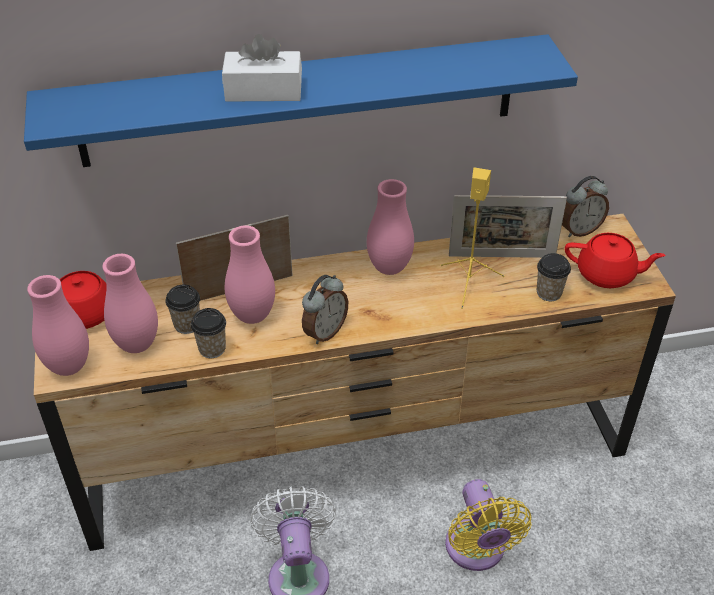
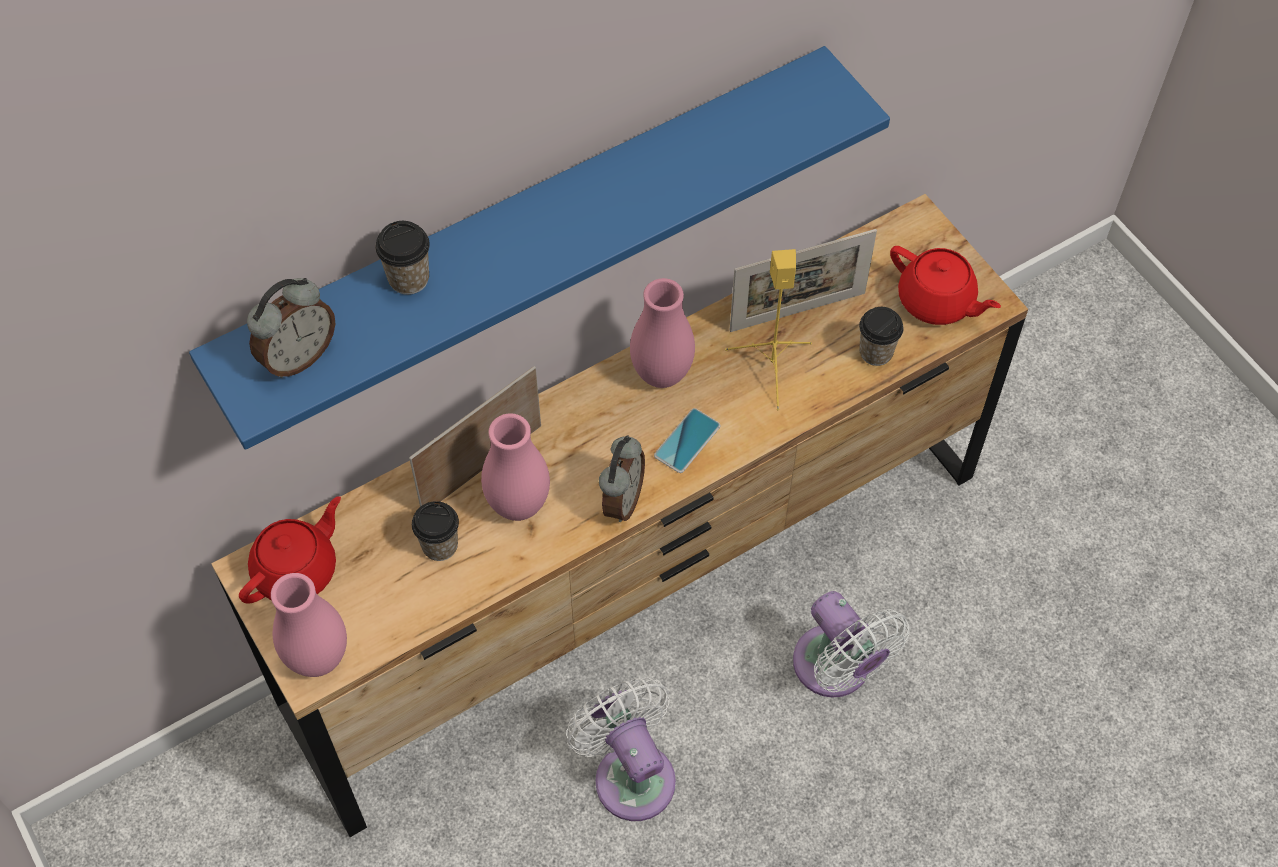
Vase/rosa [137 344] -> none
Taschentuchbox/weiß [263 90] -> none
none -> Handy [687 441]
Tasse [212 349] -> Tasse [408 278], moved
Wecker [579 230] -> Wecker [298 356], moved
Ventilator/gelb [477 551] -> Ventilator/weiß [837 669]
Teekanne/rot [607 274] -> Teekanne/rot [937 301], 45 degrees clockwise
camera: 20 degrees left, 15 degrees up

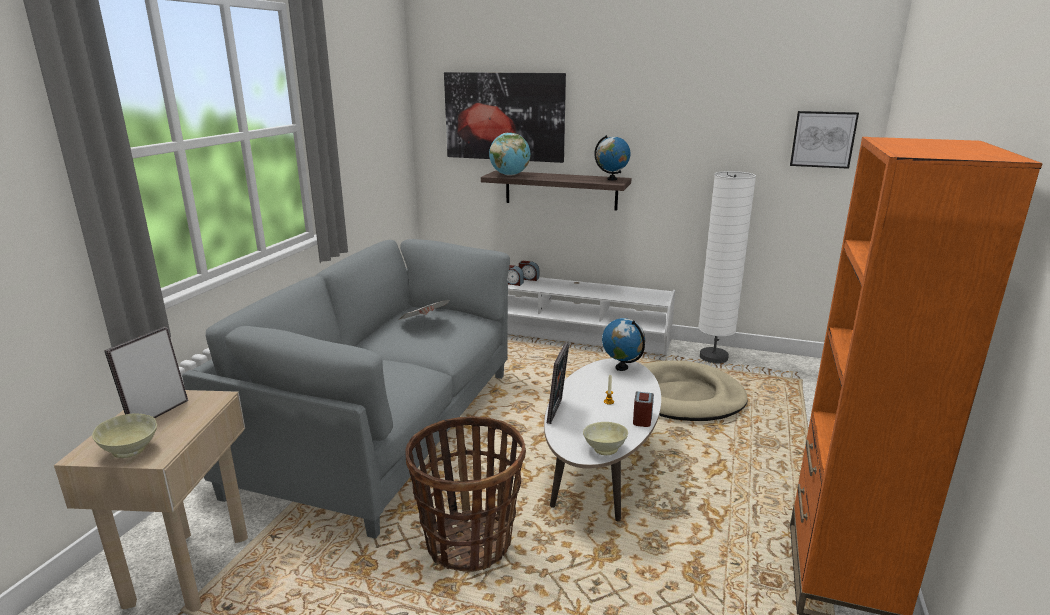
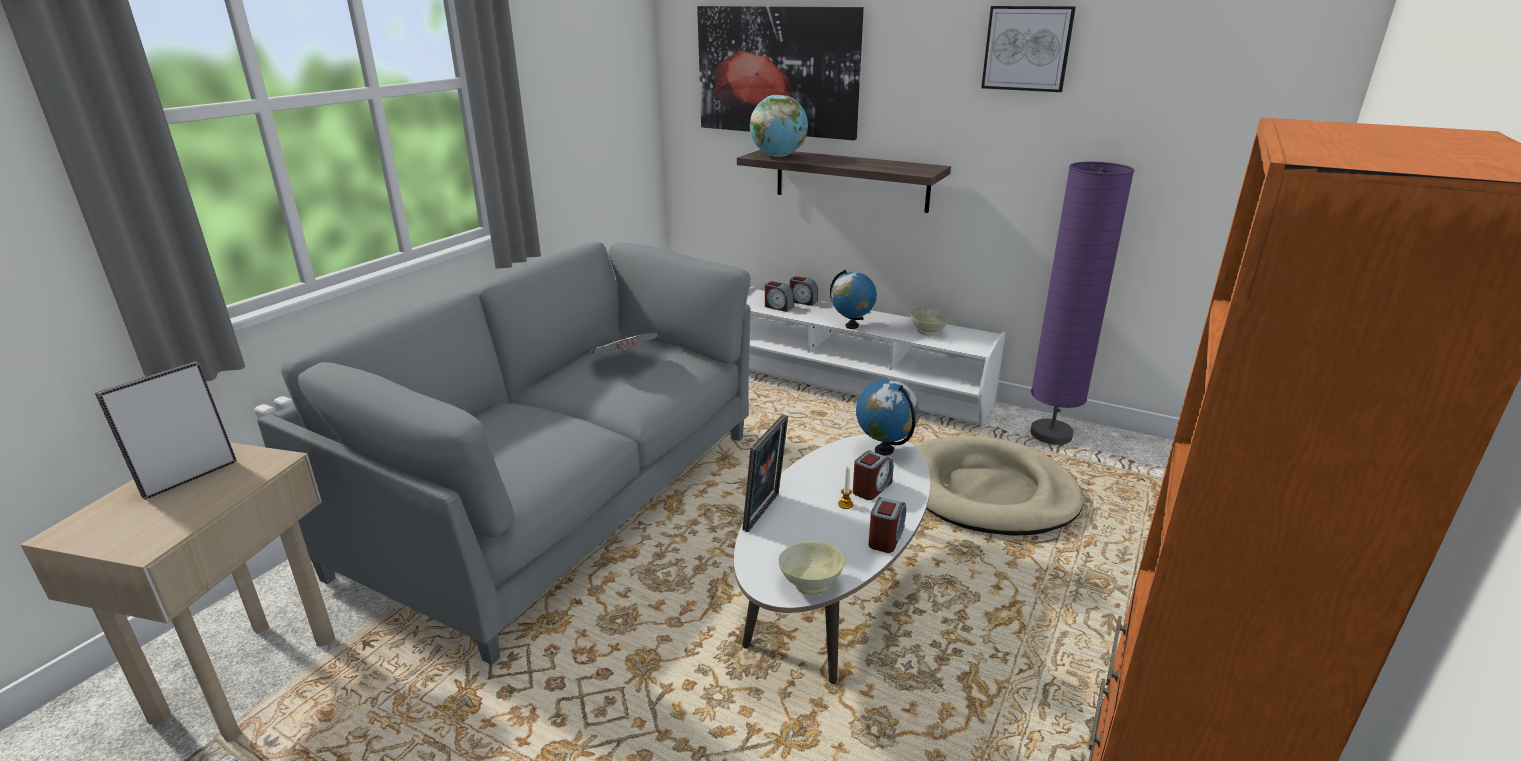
Korb [468 542] -> none
none -> Wecker [871 488]
Schüssel/beige [130 451] -> Schüssel/beige [928 332], moved
Globus [612 179] -> Globus [851 326], moved
Bild [823 139] -> Bild [1027 48], moved
Stehlampe/weiß [713 357] -> Stehlampe/lila [1051 434]
camera: 10 degrees right, 5 degrees up

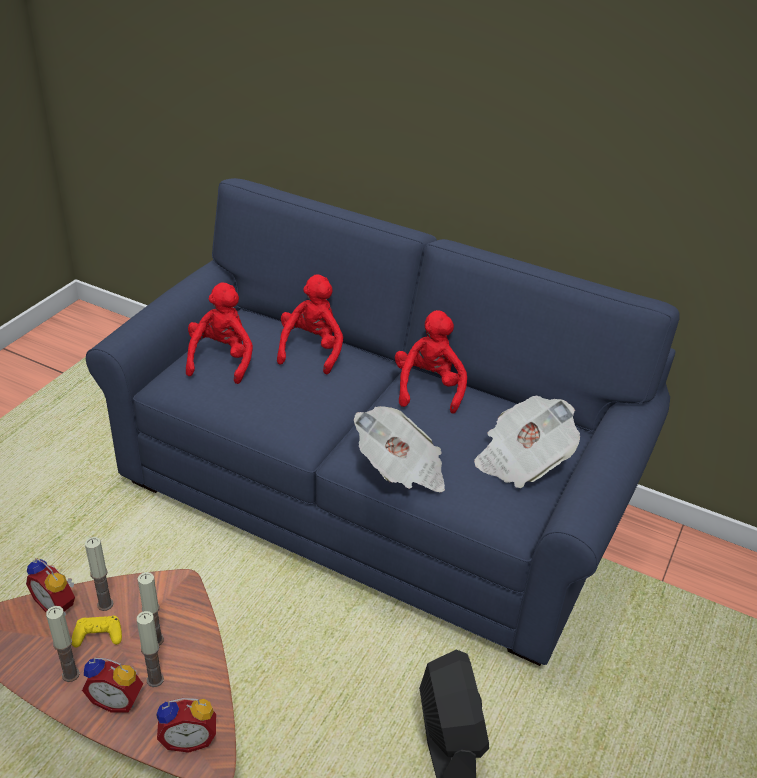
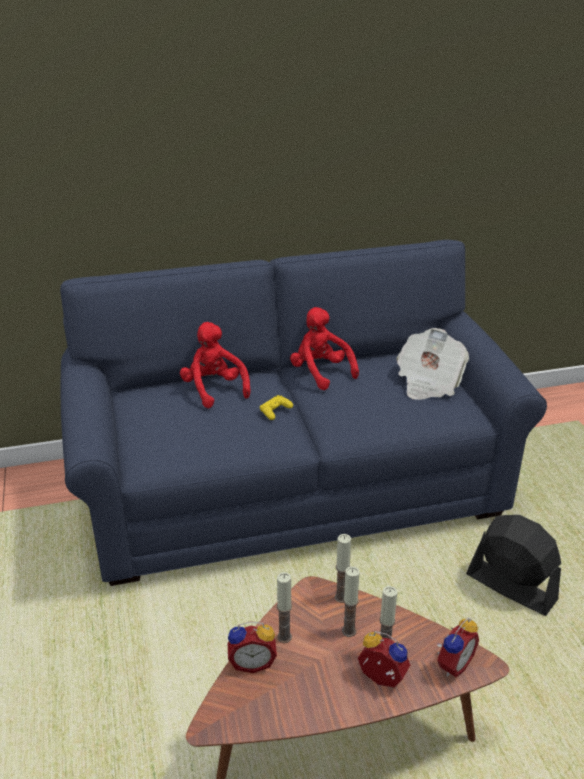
Plüschtier/rot [221 359] -> none
Zeitung [401 470] -> none
Kerze [70 674] -> Kerze [341 597], moved
Gamepad/gelb [98 635] -> Gamepad/gelb [275 411], moved
Wecker [118 699] -> Wecker [380 680], 120 degrees counterclockwise
camera: 40 degrees left, 5 degrees down

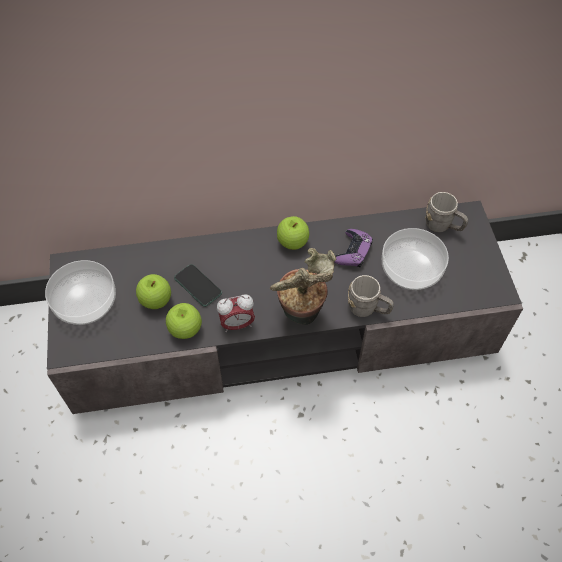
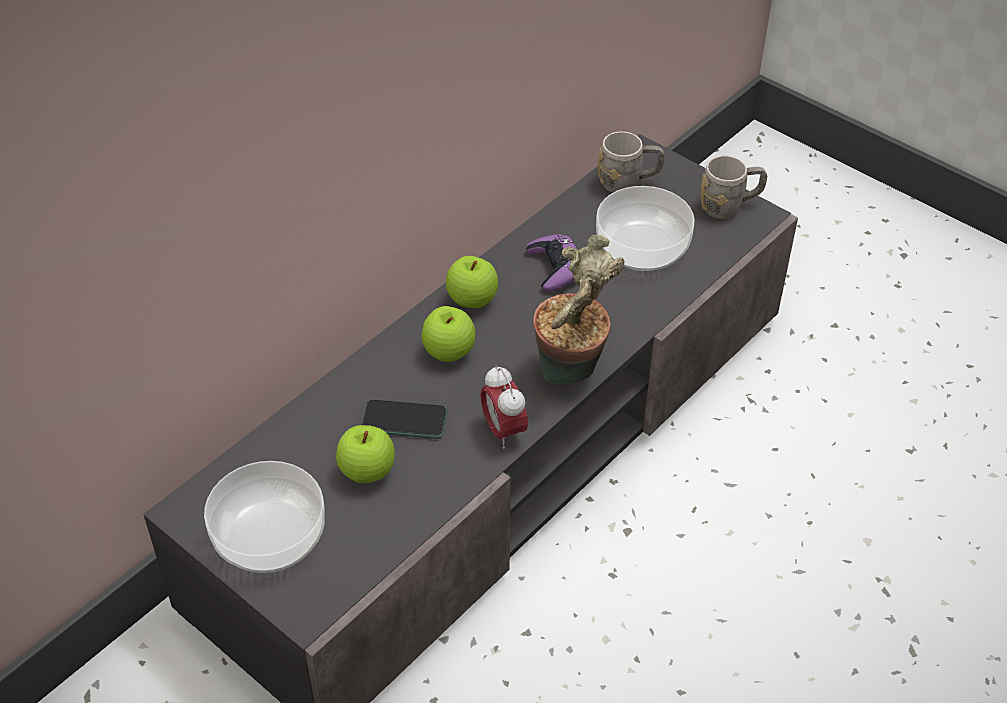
Apfel [185 329] -> Apfel [449 352], moved
Henkelbecher/grau [368 309] -> Henkelbecher/grau [729 206], moved
Wecker [237 324] -> Wecker [503 431], 120 degrees clockwise
camera: 40 degrees left, 10 degrees down

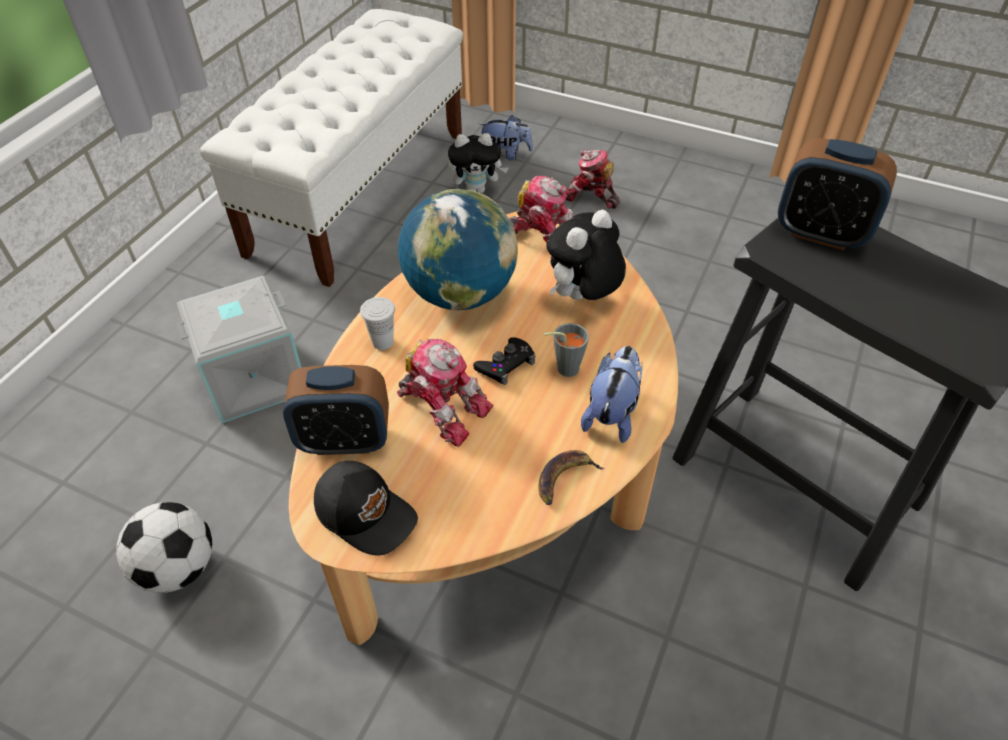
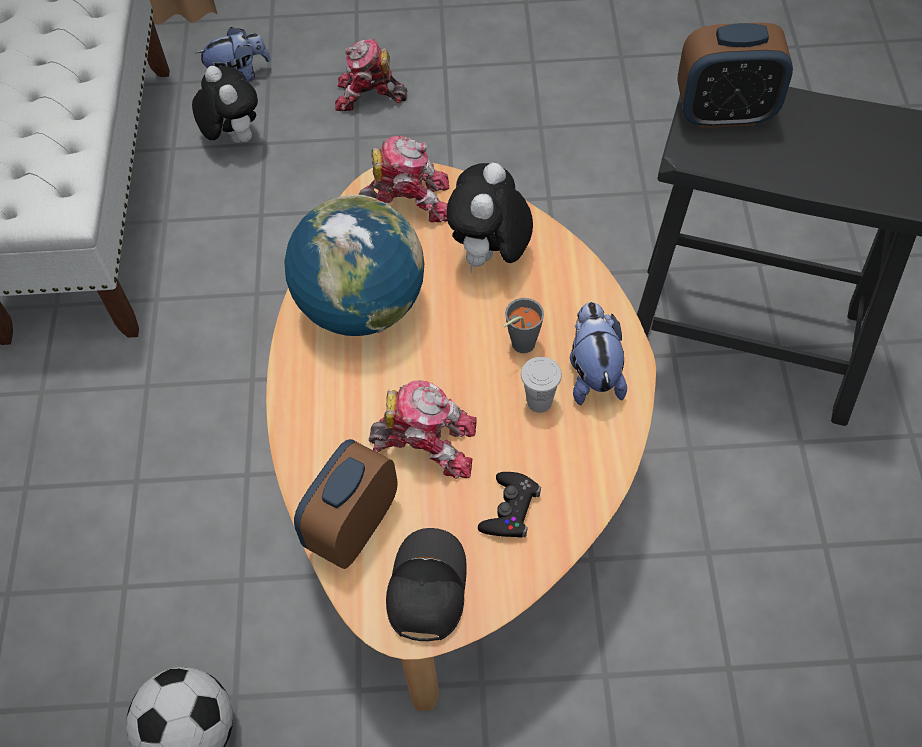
Aufbewahrungsbox/grau [254 379] -> none
Banane [564 479] -> none
Tasse/weiß [382 342] -> Tasse/weiß [539 402], moved
Gamepad/schwarz [505 365] -> Gamepad/schwarz [510 509], moved
Wecker [345 440] -> Wecker [353 525], 150 degrees clockwise
Kappe/schwarz [366 512] -> Kappe/schwarz [425 588], 90 degrees counterclockwise
Plüschtier [477 189] -> Plüschtier [233 137], 90 degrees counterclockwise
camera: 25 degrees left, 10 degrees up

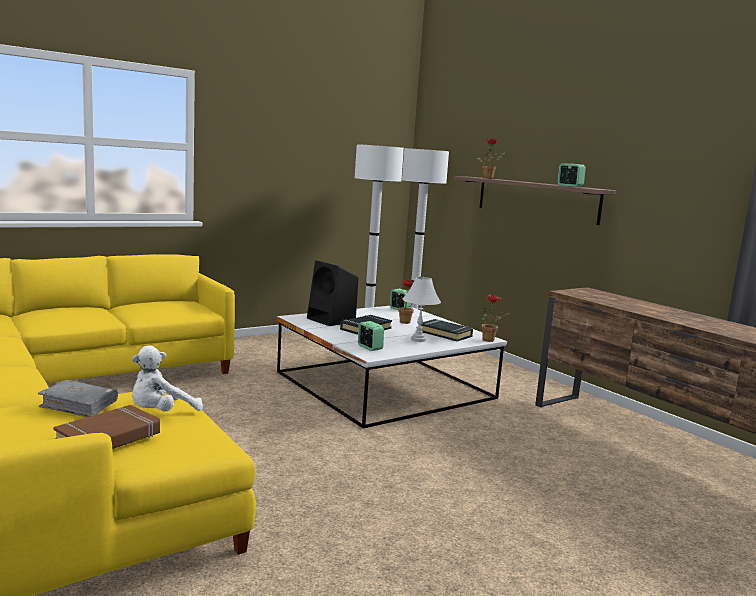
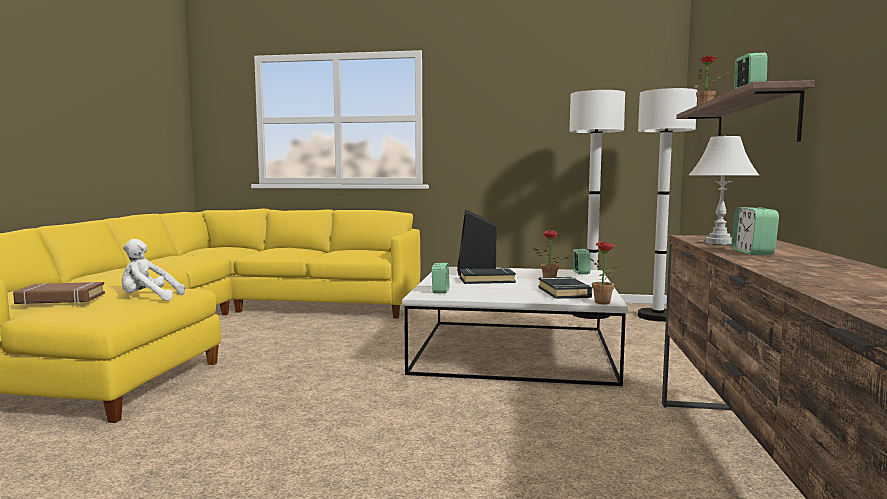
Buch/grau [79 406] -> none
none -> Wecker [752 252]
Tischlampe/weiß [418 340] -> Tischlampe/weiß [719 243], moved
camera: 45 degrees right, 5 degrees down

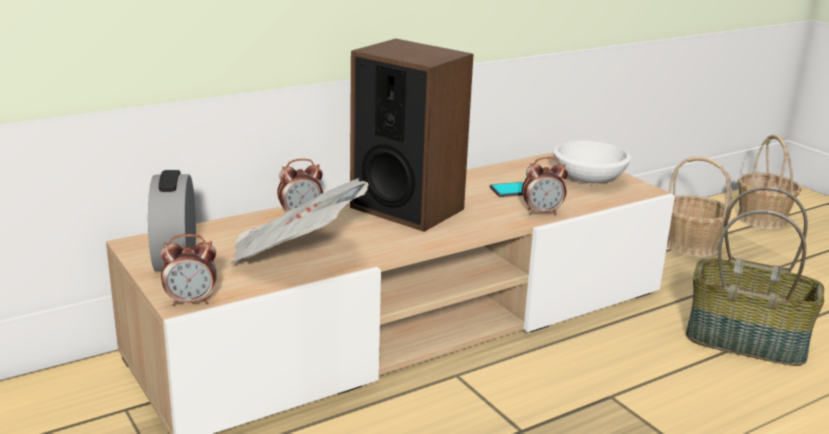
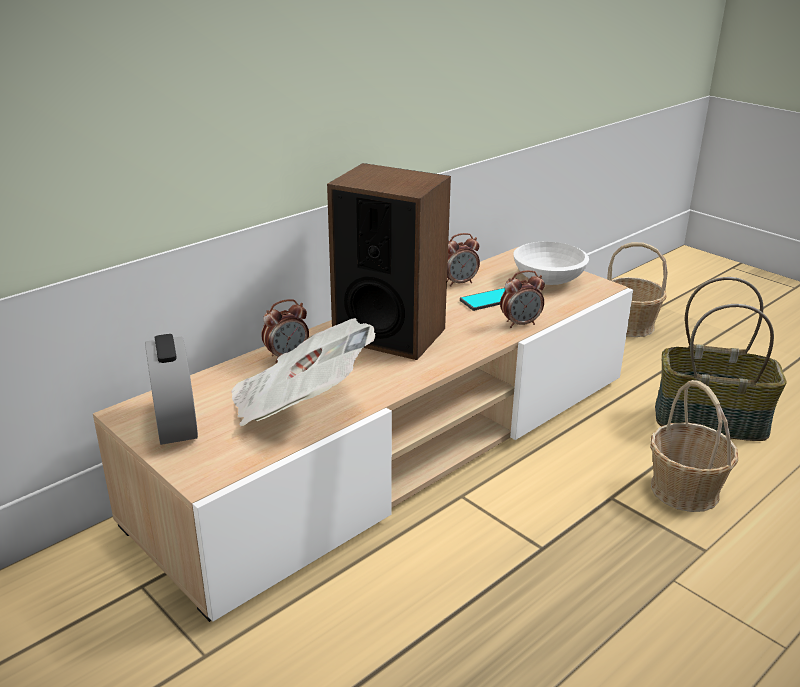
Wecker [191 301] -> Wecker [459 283], moved
Korb [762 219] -> Korb [684 490], moved
camera: 10 degrees left, 5 degrees up

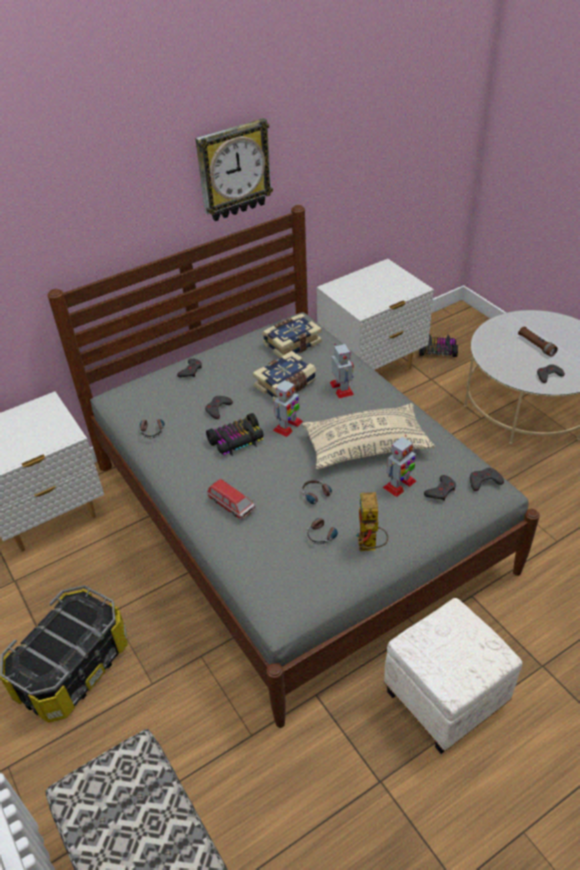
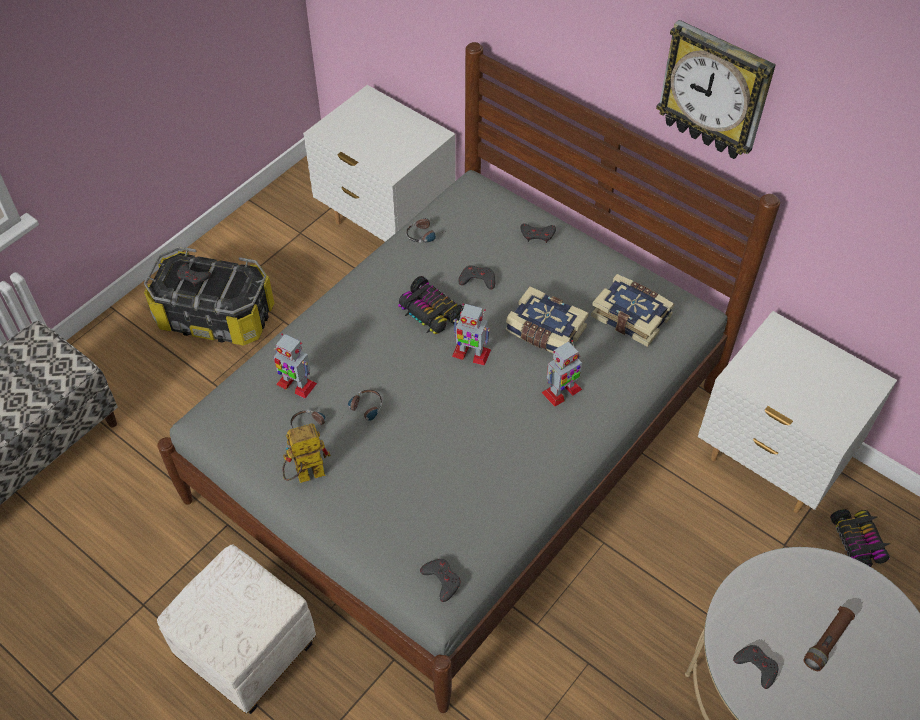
Spielzeugauto [231 505] -> none
Kissen/beige [366 446] -> none
Spielzeugroboter [399 484] -> Spielzeugroboter [296 384], moved
Gamepad/grau [441 491] -> Gamepad/grau [193 277], moved
camera: 70 degrees right, 10 degrees up

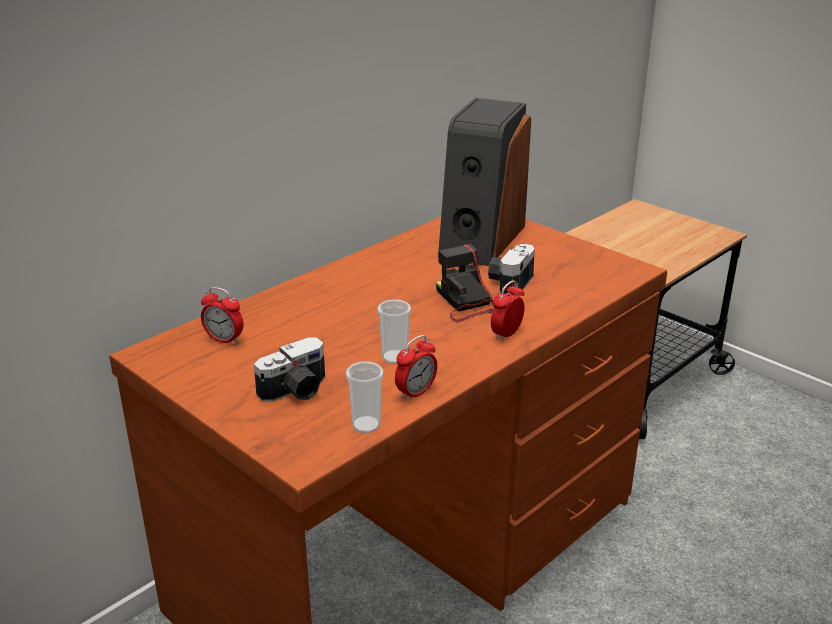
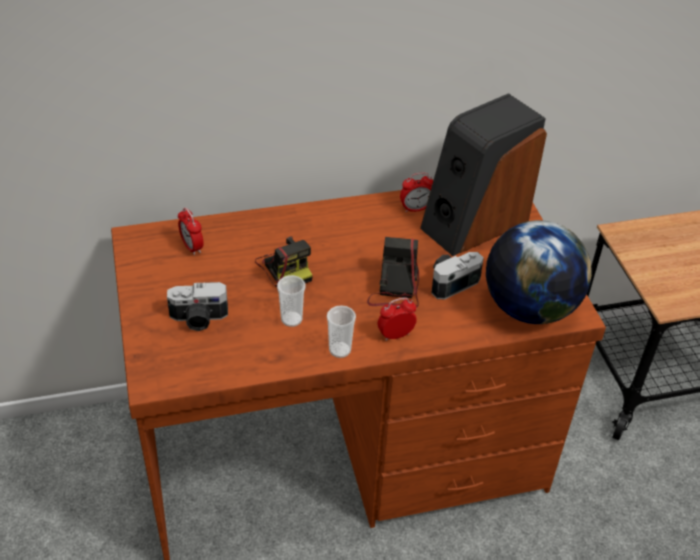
none -> Kamera [285 268]
none -> Globus [529 308]
Tasse [366 425] -> Tasse [340 350], moved
Wecker [416 393] -> Wecker [415 209], moved
camera: 30 degrees right, 15 degrees up

